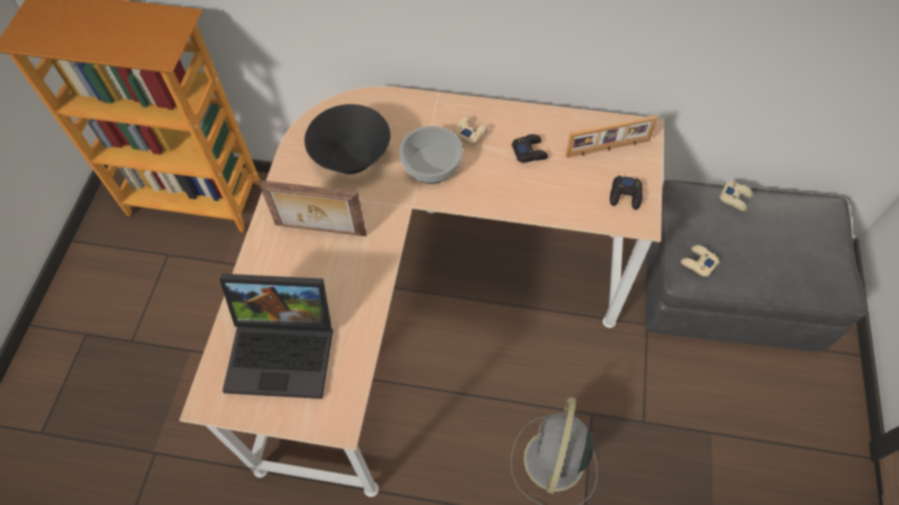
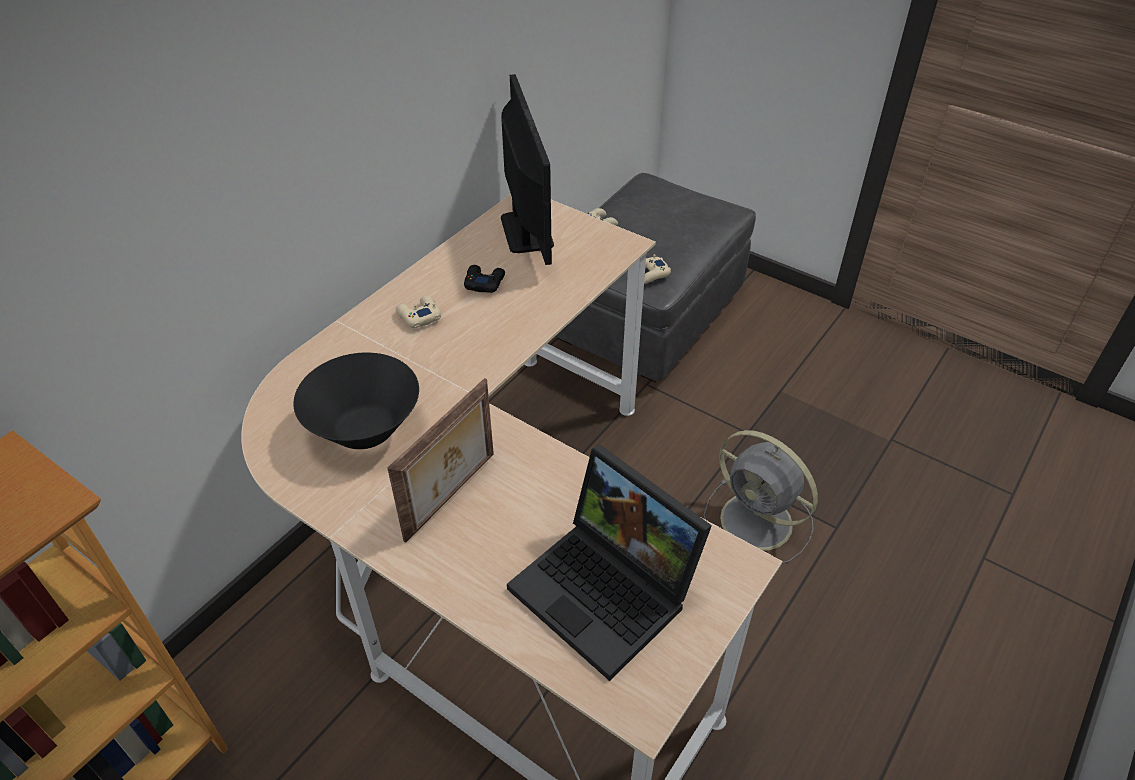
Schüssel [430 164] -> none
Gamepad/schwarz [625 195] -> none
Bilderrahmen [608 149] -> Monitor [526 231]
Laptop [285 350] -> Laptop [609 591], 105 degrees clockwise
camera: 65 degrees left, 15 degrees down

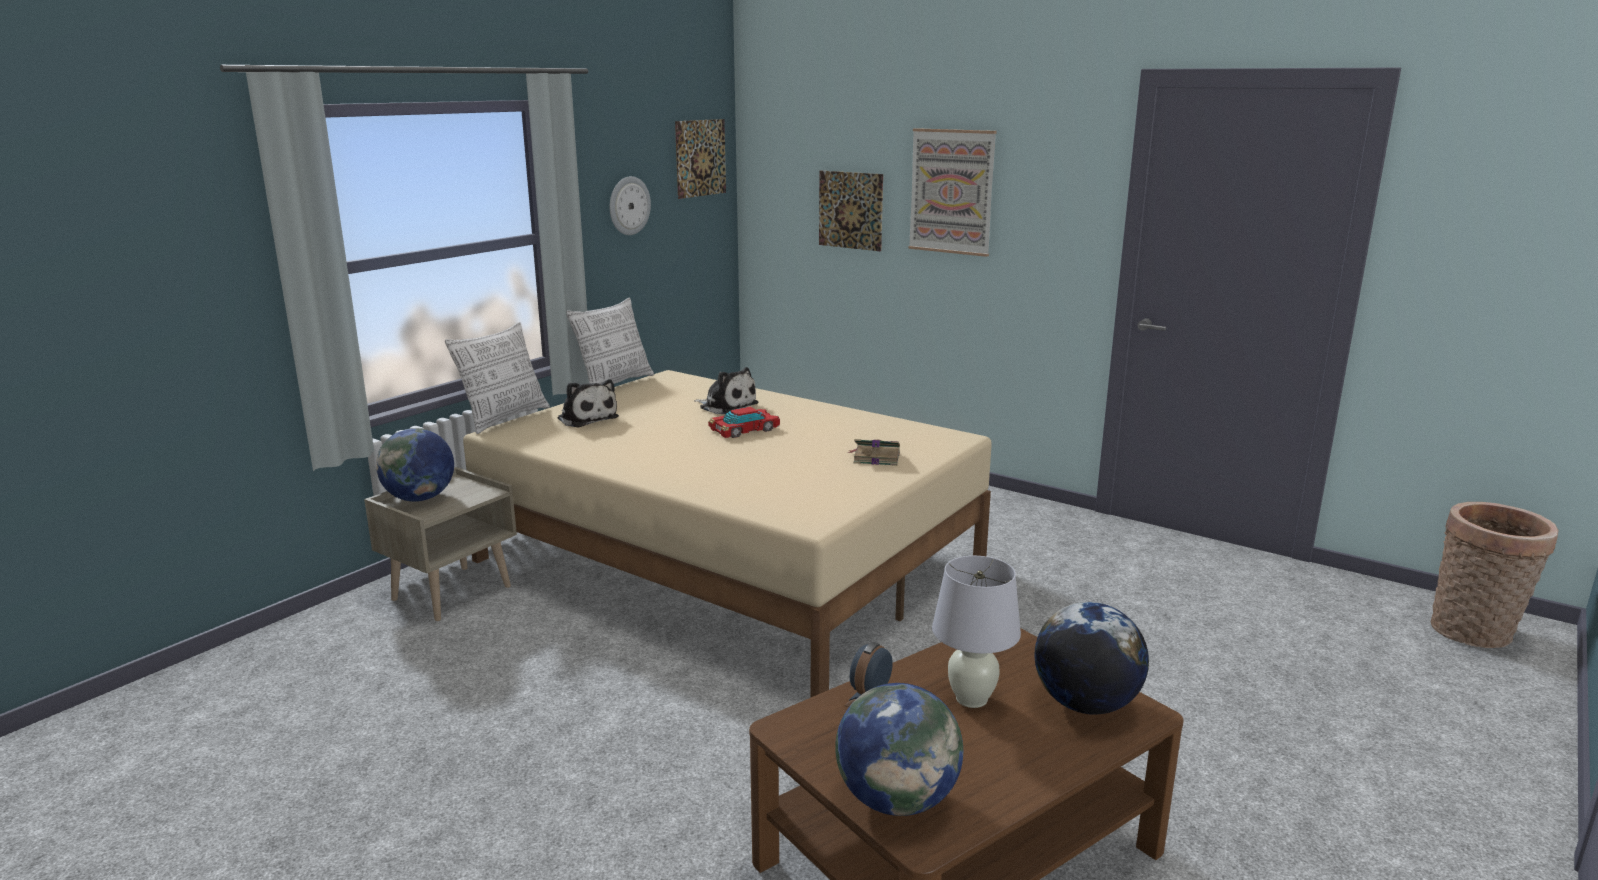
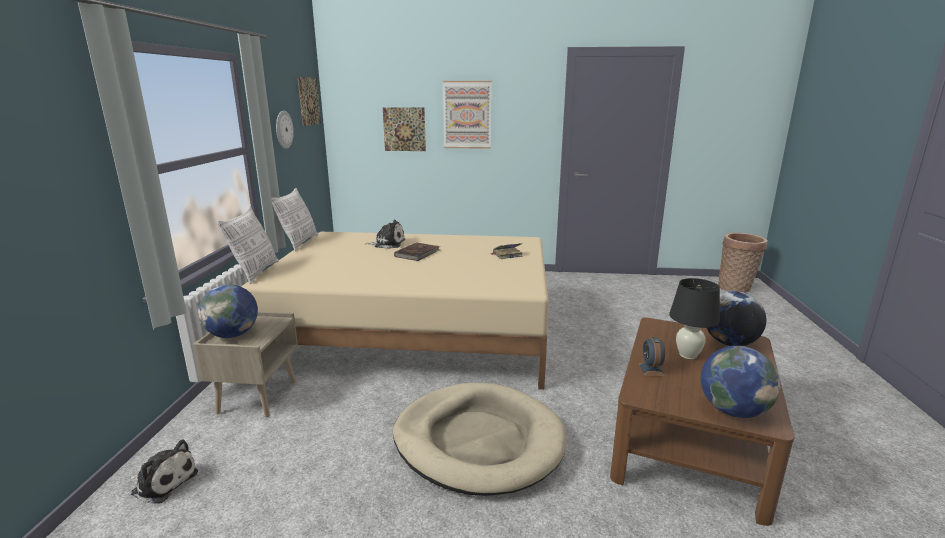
none -> Hundebett/beige [478 441]
Plüschtier [586 418] -> Plüschtier [163 482], moved
Spielzeugauto [745 430] -> Buch/braun [418 253]
Tischlampe/weiß [971 699] -> Tischlampe/schwarz [688 355]
camera: 30 degrees left, 0 degrees up

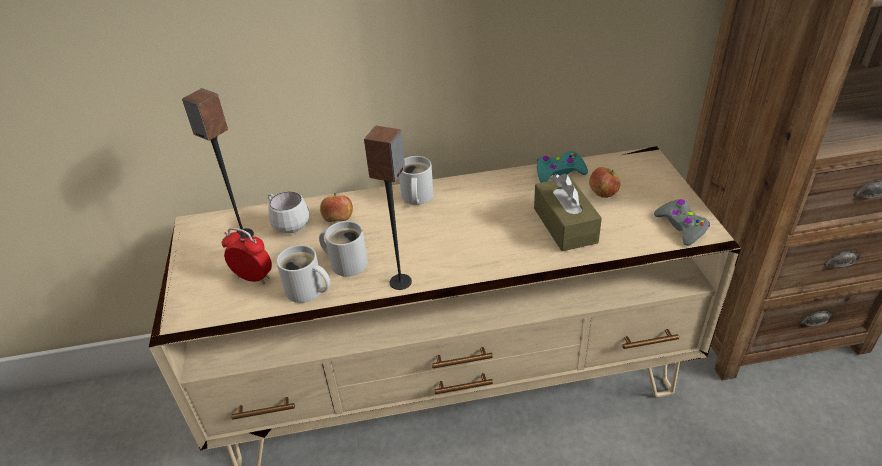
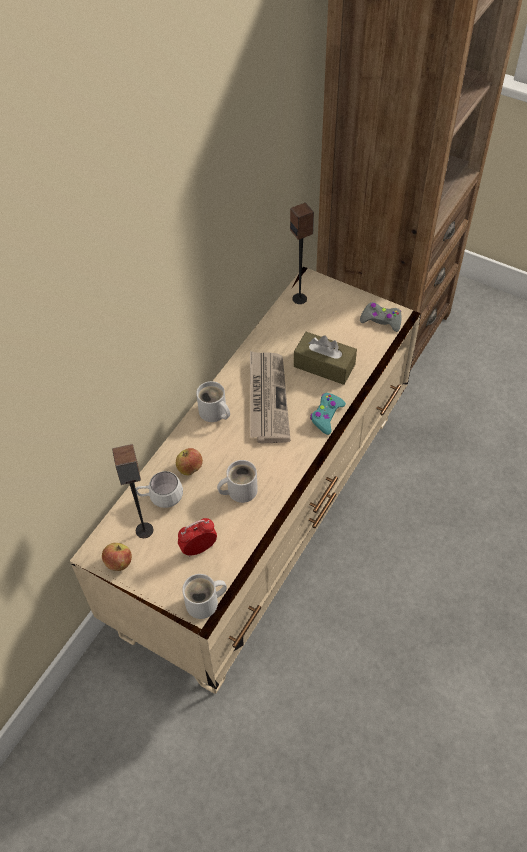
none -> Zeitung [267 398]
Henkelbecher/weiß [307 291] -> Henkelbecher/weiß [205 603], moved
Lautsprecher [401 282] -> Lautsprecher [300 298], moved
Gamepad/türkis [559 173] -> Gamepad/türkis [326 416], moved
Apfel [602 194] -> Apfel [118 563], moved
camera: 50 degrees left, 15 degrees up

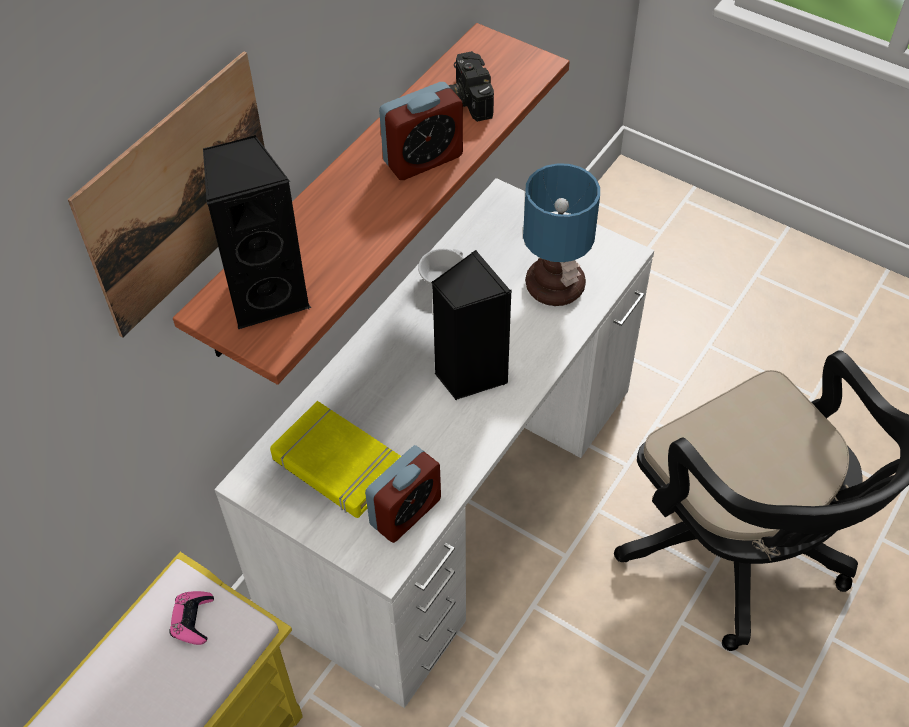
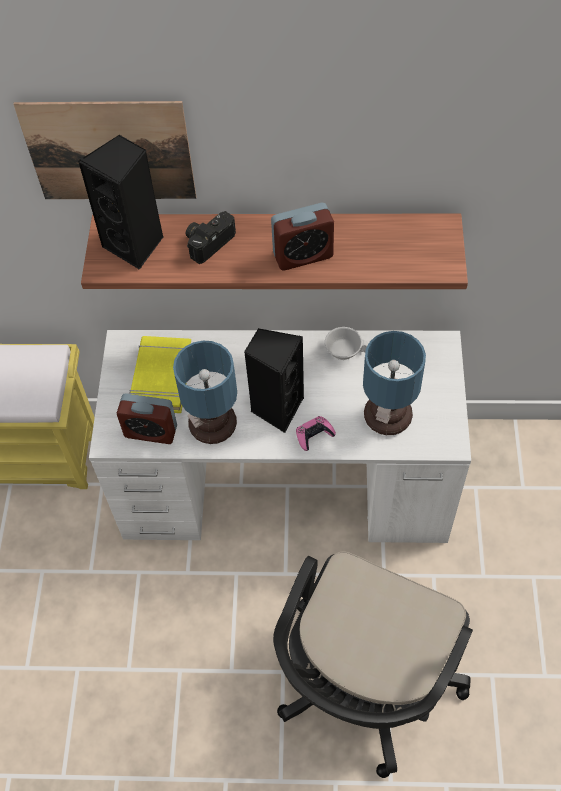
none -> Tischlampe [214 424]
Gamepad/rosa [193 620] -> Gamepad/rosa [314 435], moved
Kamera [466 99] -> Kamera [208 241], moved
Wecker [423 159] -> Wecker [303 255], 45 degrees counterclockwise
camera: 60 degrees right, 5 degrees up

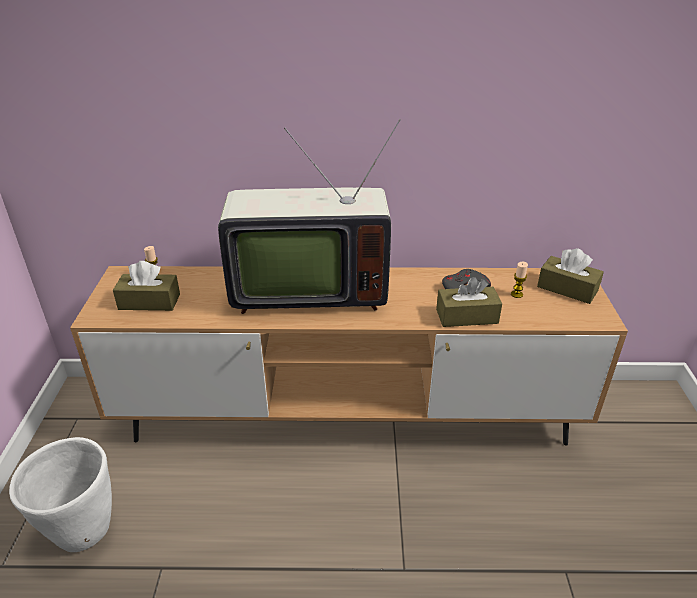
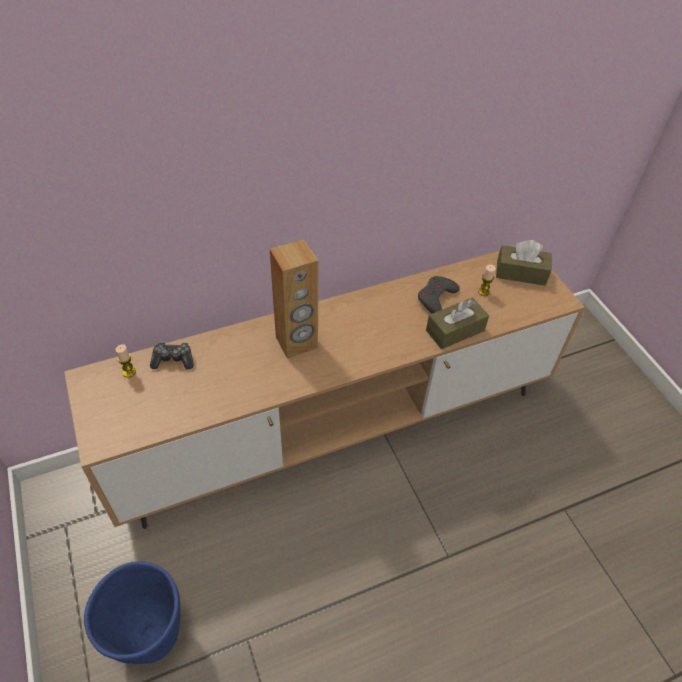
Taschentuchbox/braun [149 302] -> none
none -> Gamepad [173 360]
Fernseher [306 290] -> Lautsprecher/braun [297 343]
Pflanzkübel/weiß [82 531] -> Pflanzkübel/blau [150 637]
camera: 25 degrees left, 15 degrees up

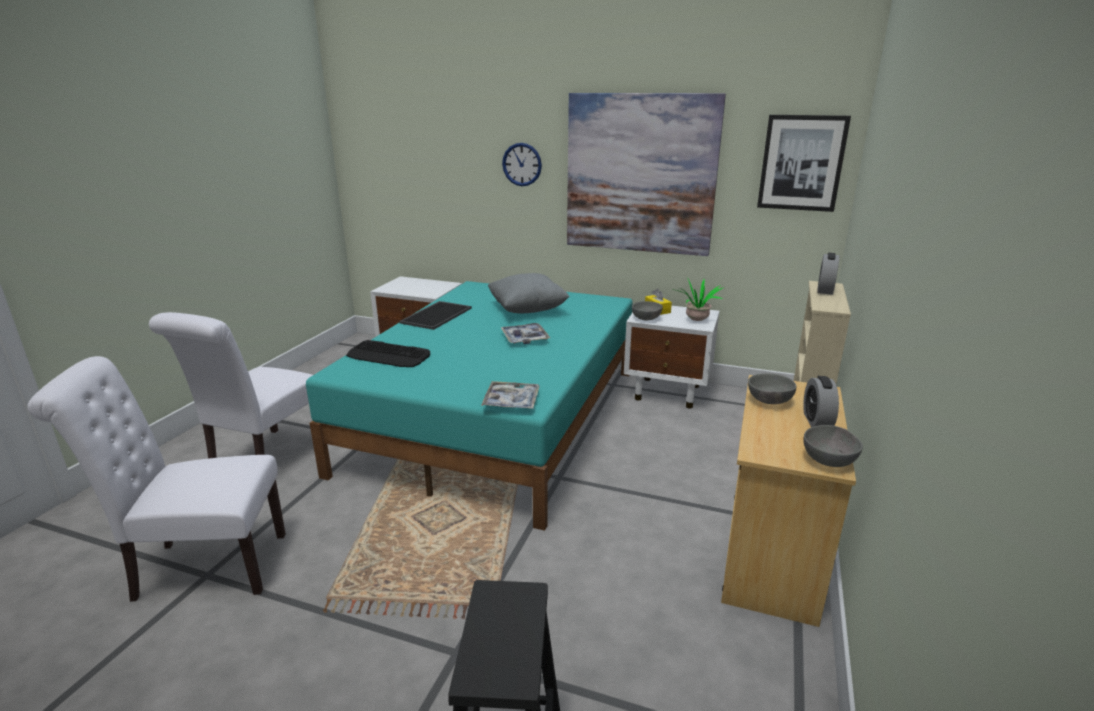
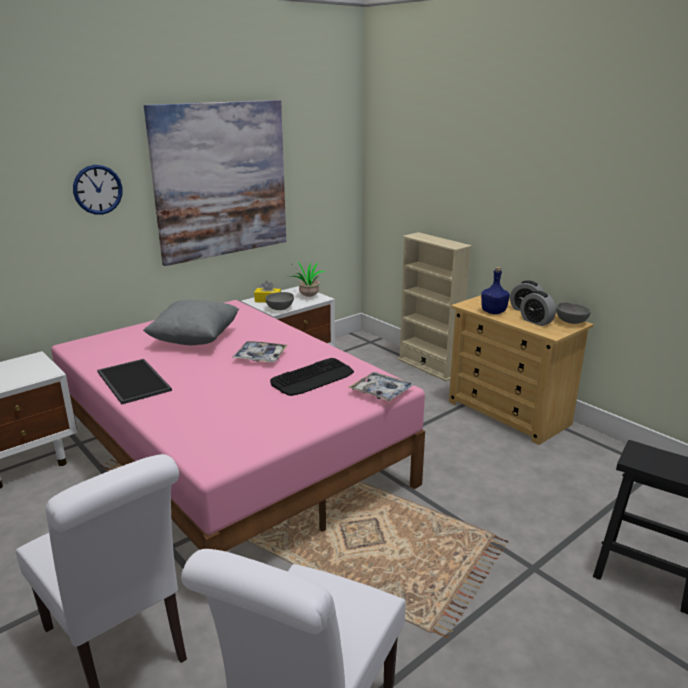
Bild [801 163] -> none
Tastatur [388 355] -> Tastatur [313 378], moved
Wecker [825 290] -> Wecker [536 321], moved
Schüssel/grau [768 402] -> Flasche/blau [493 312]
Bett/türkis [498 418] -> Bett/rosa [232 455]
camera: 60 degrees left, 0 degrees up

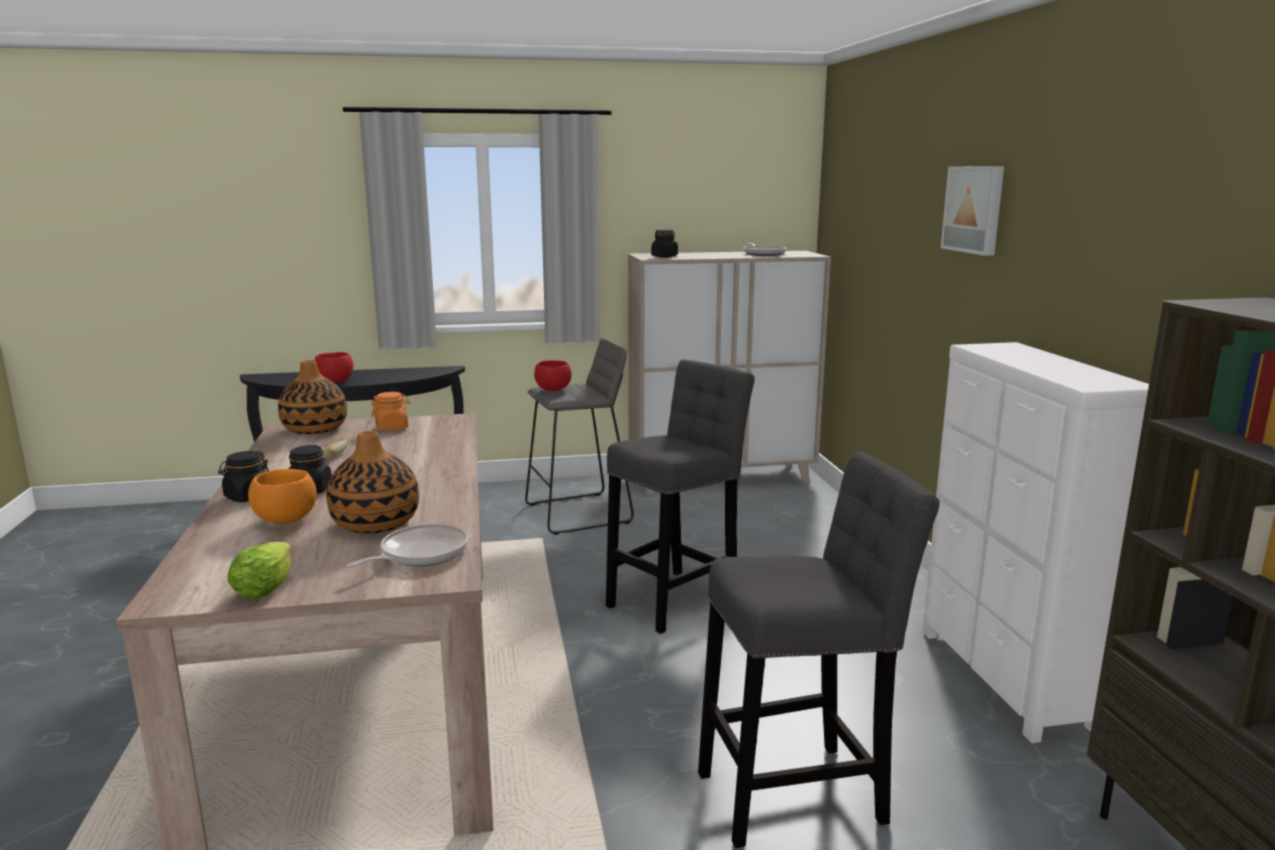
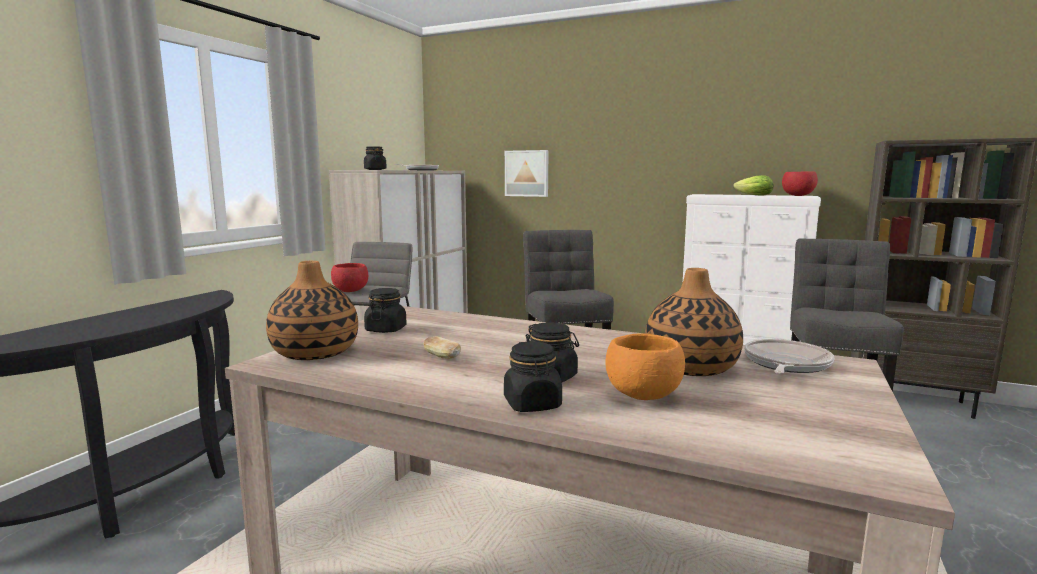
Salatkopf [268 585] -> Salatkopf [752 195], moved
Schüssel/rot [335 382] -> Schüssel/rot [797 196], moved
Bild [975 209] -> Bild [527 173], moved
Vorratsglas/orange [392 427] -> Vorratsglas/schwarz [386 329]
Pfanne [420 554] -> Pfanne [785 364], 45 degrees clockwise
camera: 55 degrees left, 5 degrees down

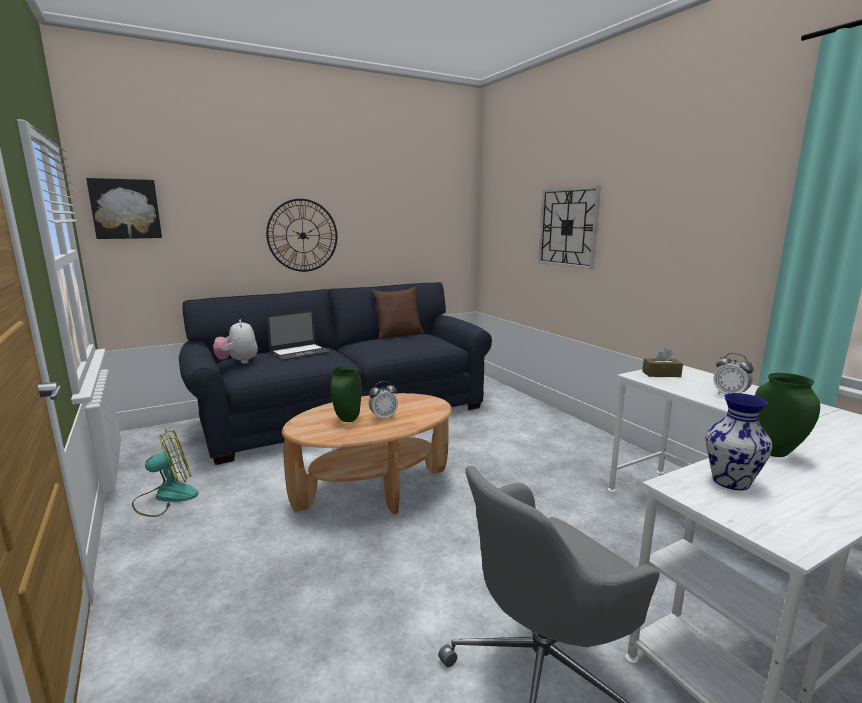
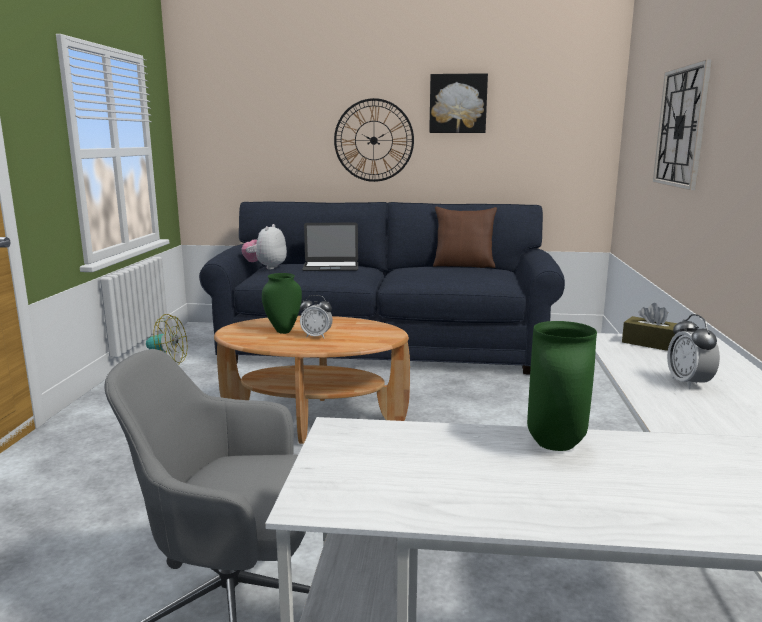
Vase [731 482] -> none
Bild [125 209] -> Bild [458 103], moved
camera: 35 degrees right, 0 degrees up

